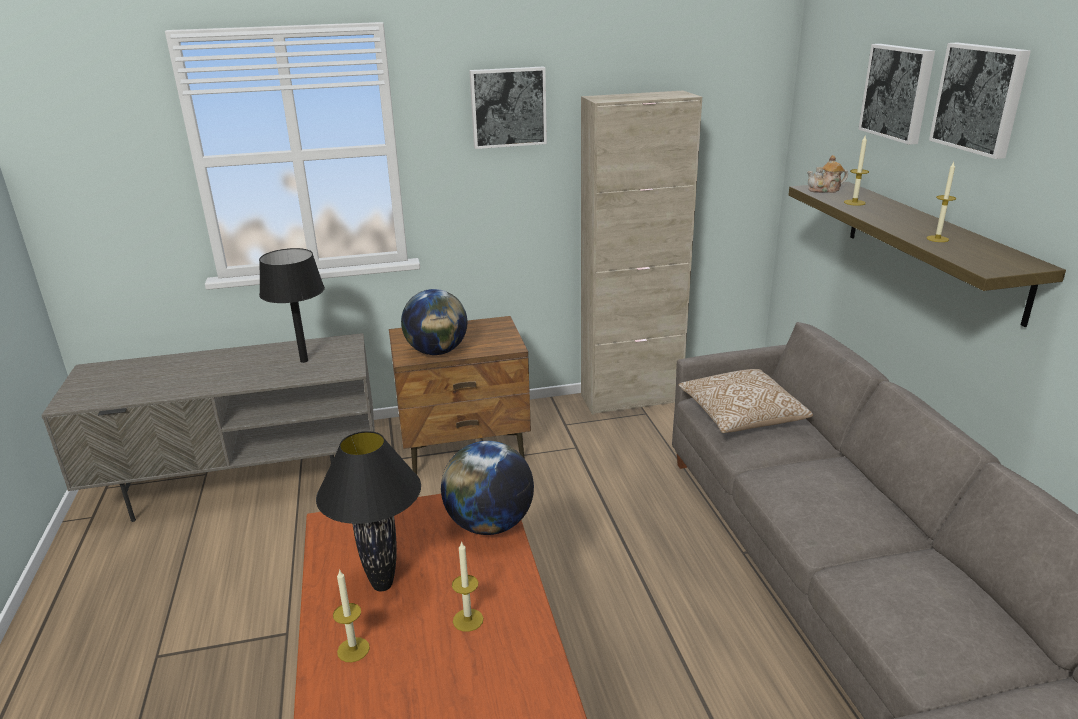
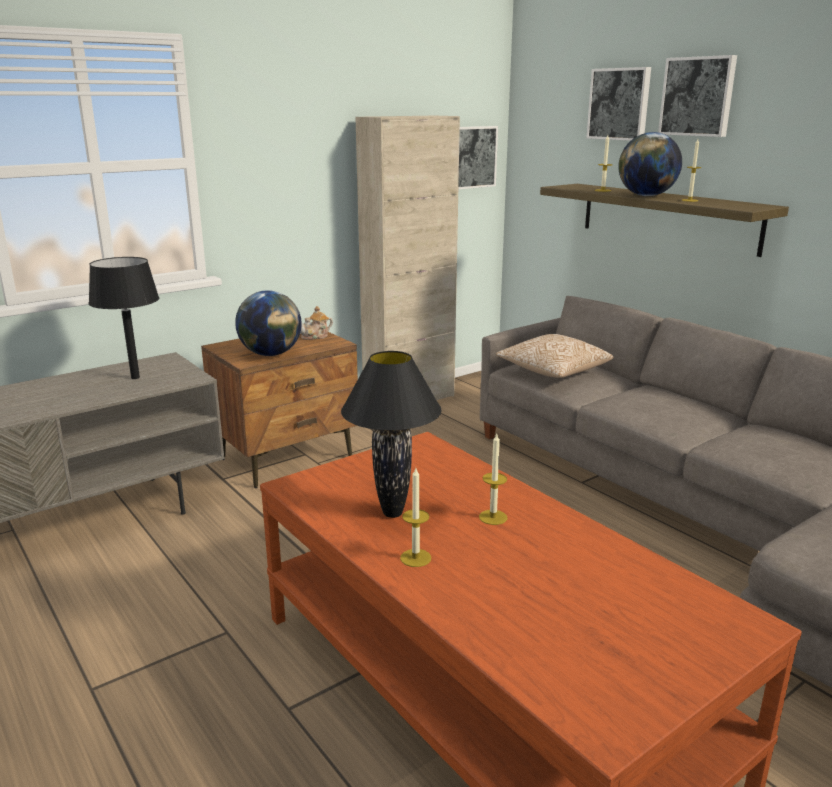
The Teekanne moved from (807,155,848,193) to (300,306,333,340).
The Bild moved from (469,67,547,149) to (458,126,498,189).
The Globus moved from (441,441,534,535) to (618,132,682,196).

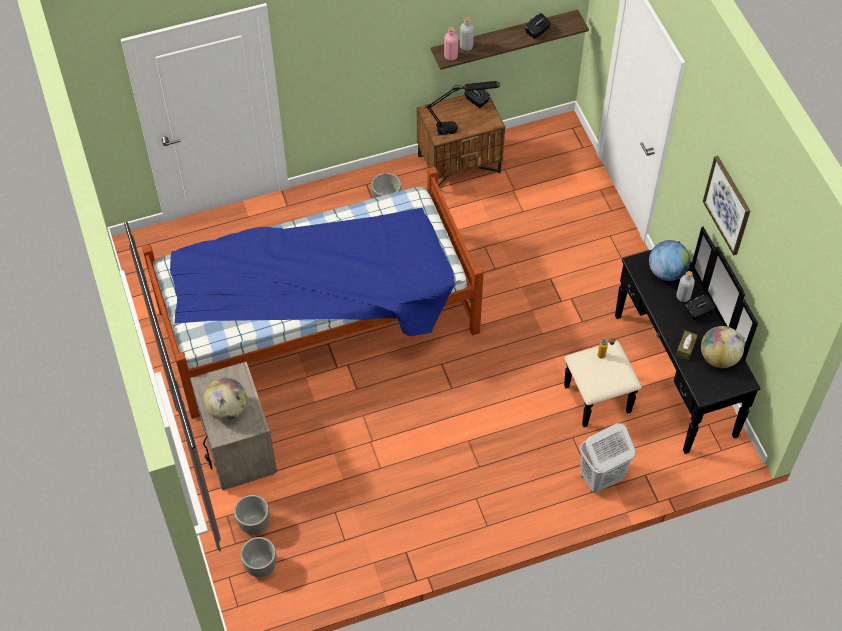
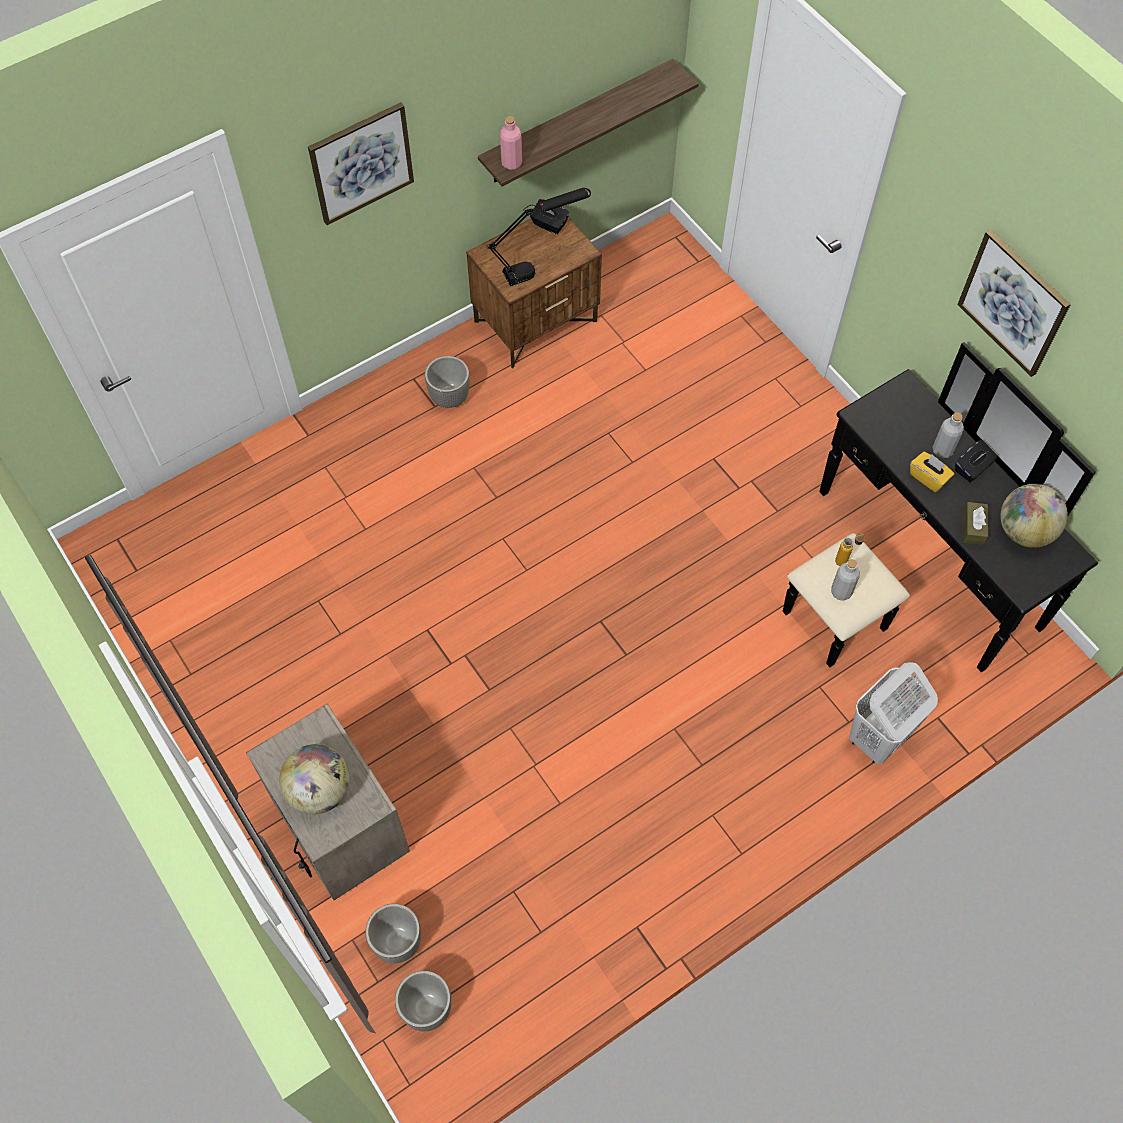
The Bild at (308,102,414,225) appeared.
The Flasche/grau moved from (460,17,474,51) to (831,559,860,601).
The Taschentuchbox/gelb at (910,452,954,492) appeared.
The Bett at (142,167,484,419) disappeared.
The Taschentuchbox/schwarz at (525,13,551,39) disappeared.
The Globus at (649,240,690,281) disappeared.

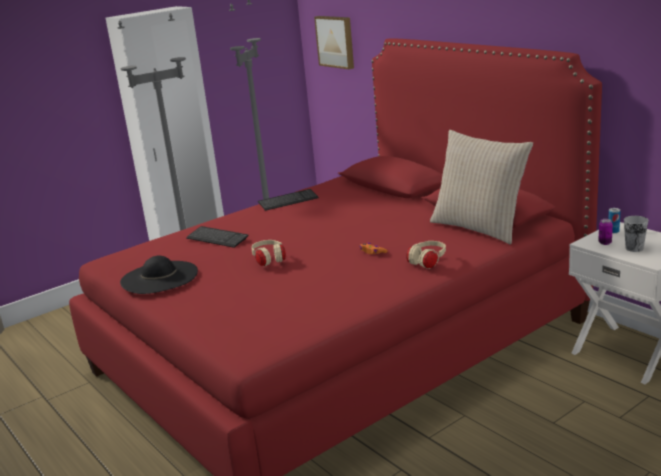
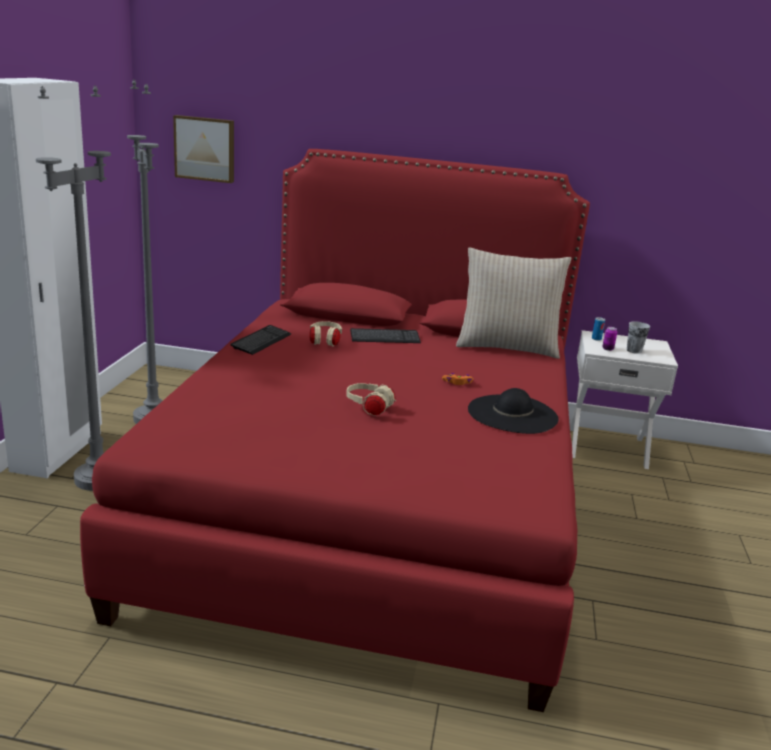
The Kopfhörer/beige moved from (406,241,446,269) to (309,321,342,346).
The Tastatur moved from (186,226,249,248) to (350,328,421,343).
The Hut/schwarz moved from (120,255,198,294) to (468,388,559,434).

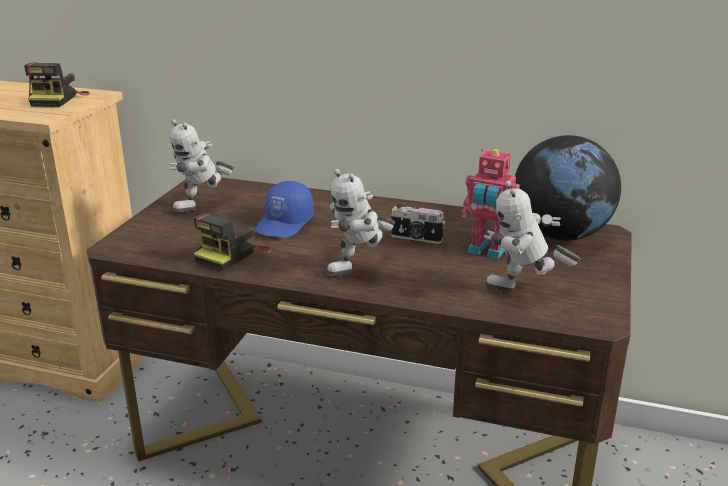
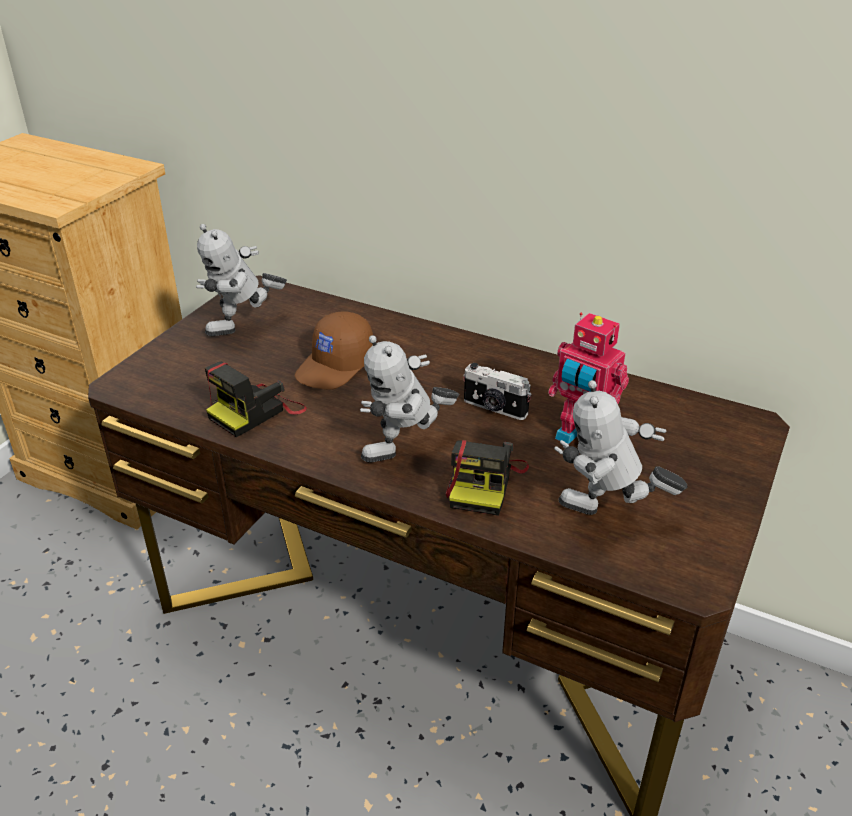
The Kappe/blau at (255,181,314,238) became the Kappe/braun at (295,311,373,390).
The Kamera moved from (24,62,90,107) to (445,440,529,516).
The Globus at (515,135,621,241) disappeared.

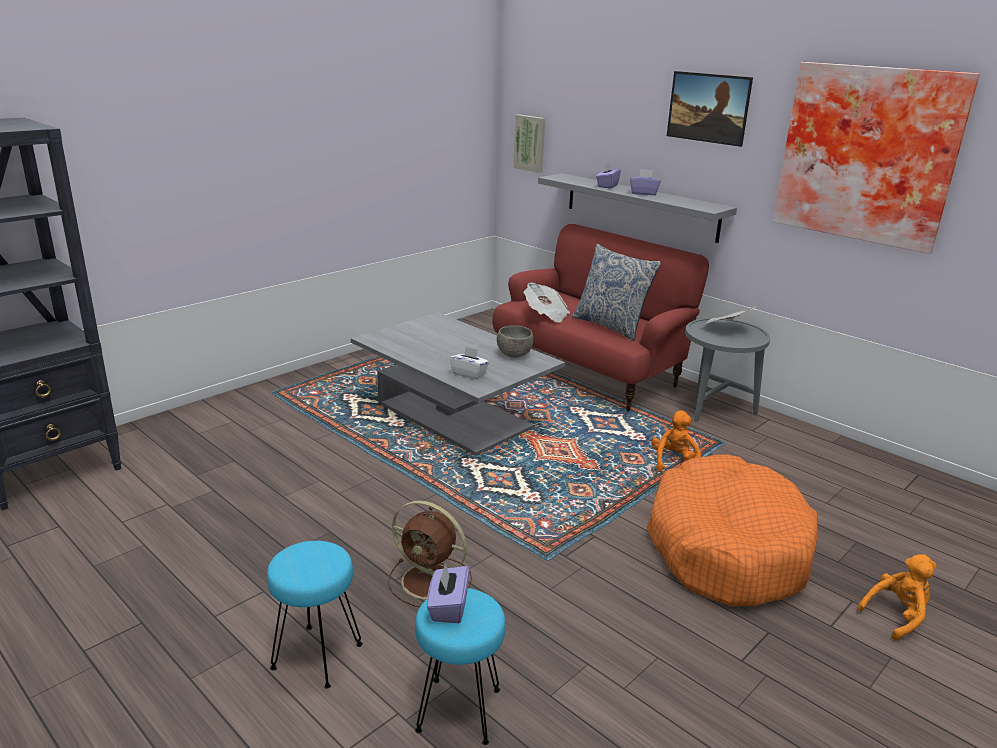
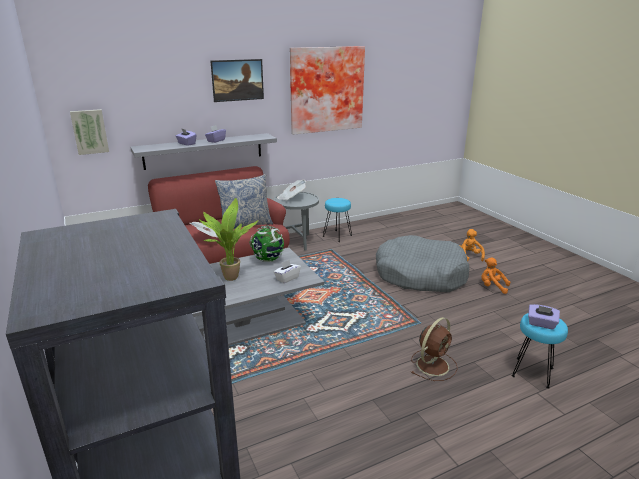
The Topfpflanze at (199,198,258,281) appeared.
The Schüssel/grau at (497,325,533,358) was replaced by the Globus at (250,225,284,262).
The Hocker/türkis moved from (267,541,363,689) to (323,198,352,242).
The Hundebett/orange at (647,455,818,607) became the Hundebett/grau at (376,235,469,292).
The Plüschtier/orange moved from (652,410,701,472) to (481,257,511,294).

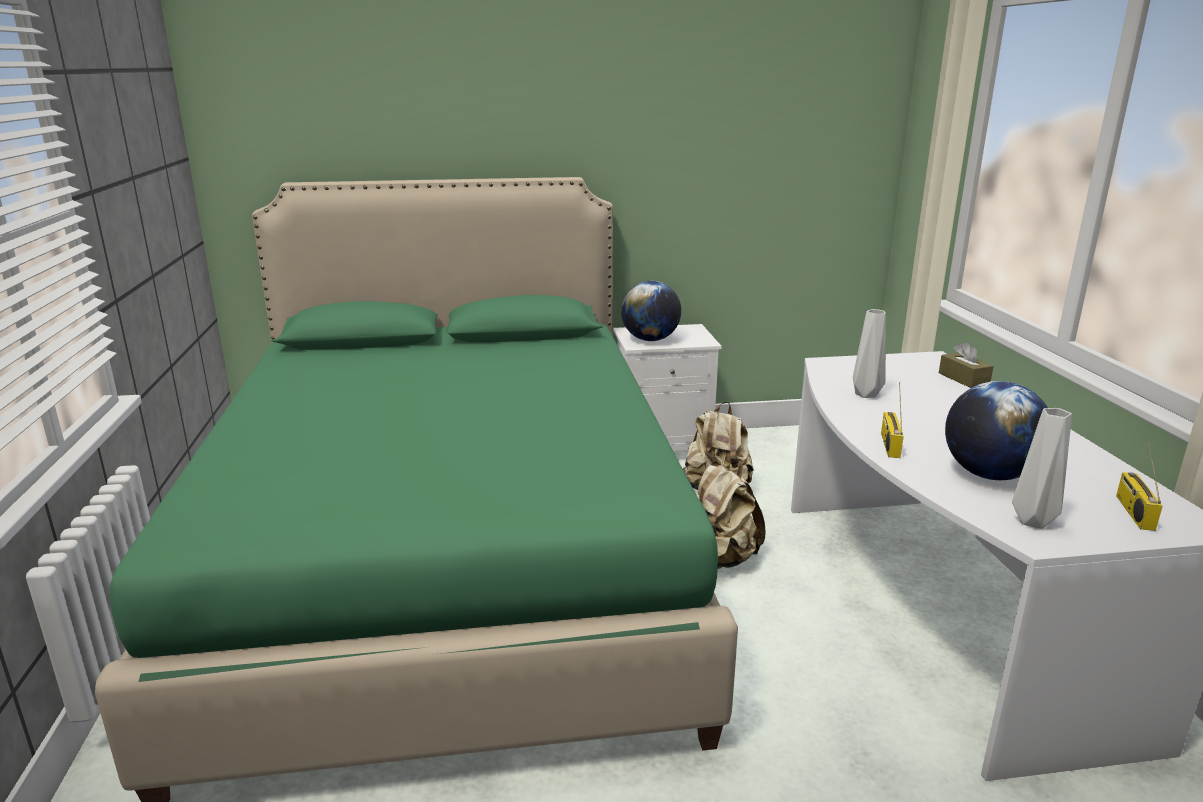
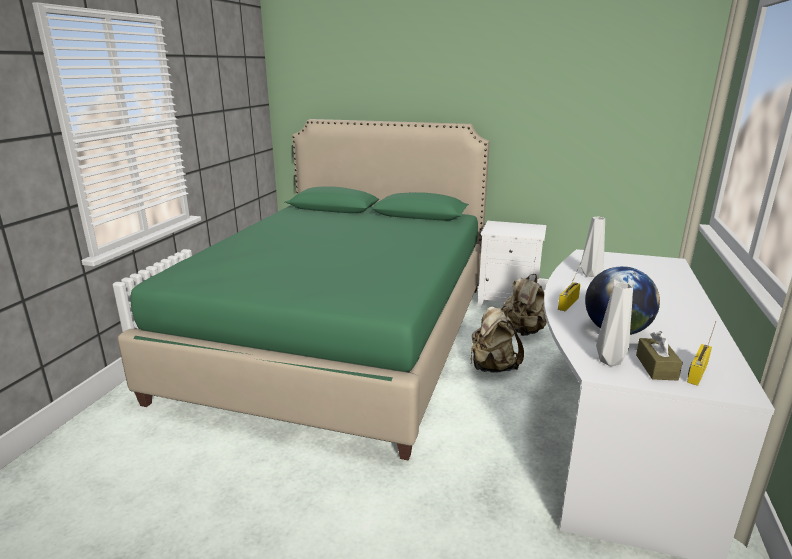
The Taschentuchbox/braun moved from (939,342,994,388) to (636,331,683,381).
The Globus at (621,281,681,341) disappeared.

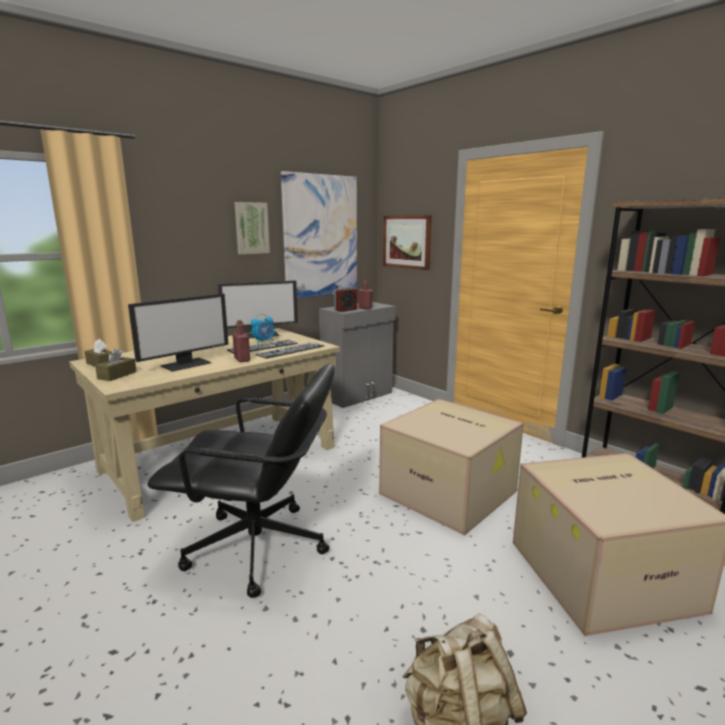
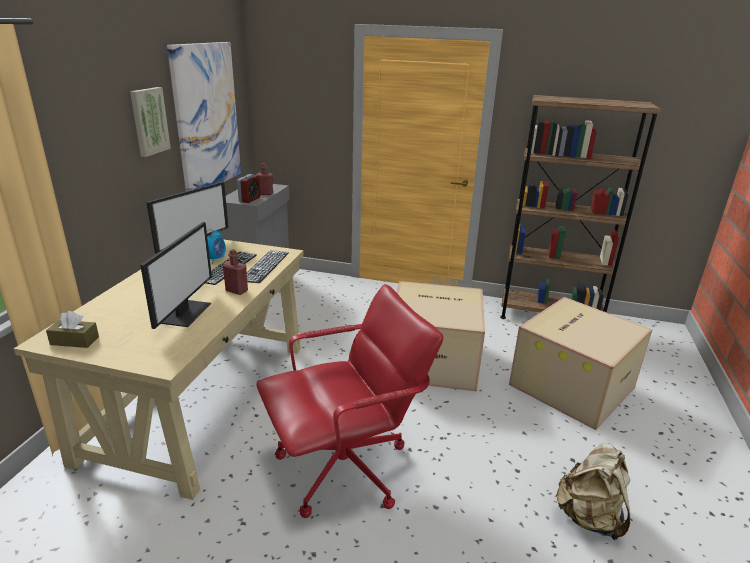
The Bürostuhl/schwarz at (147,364,334,598) became the Bürostuhl/rot at (256,284,443,518).
The Taschentuchbox/braun at (95,348,137,381) disappeared.
The Bild at (383,215,432,270) disappeared.

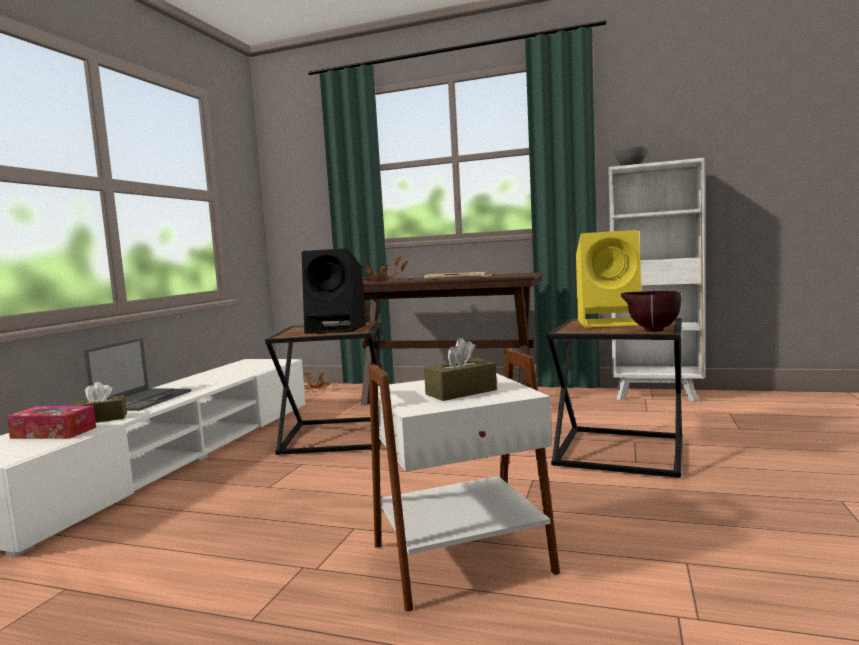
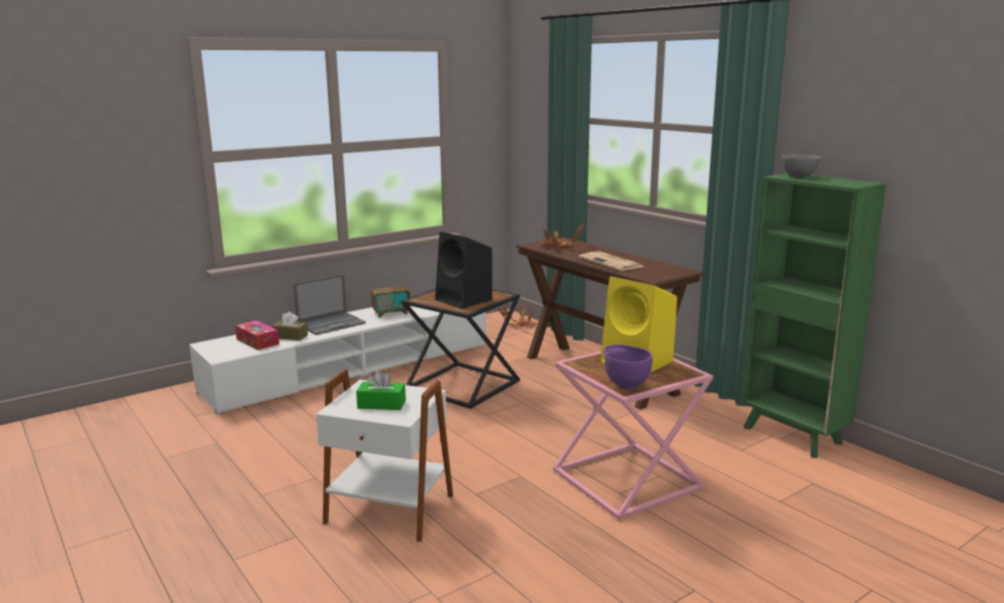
The Taschentuchbox/braun at (424,338,497,401) became the Taschentuchbox/grün at (356,370,406,410).
The Radio at (371,267,411,318) appeared.
The Beistelltisch/schwarz at (547,318,683,478) became the Beistelltisch/rosa at (553,351,713,520).
The Schüssel/braun at (621,291,681,332) became the Schüssel/lila at (604,344,653,390).
The Bücherregal/weiß at (608,158,705,402) became the Bücherregal/grün at (742,173,886,458).

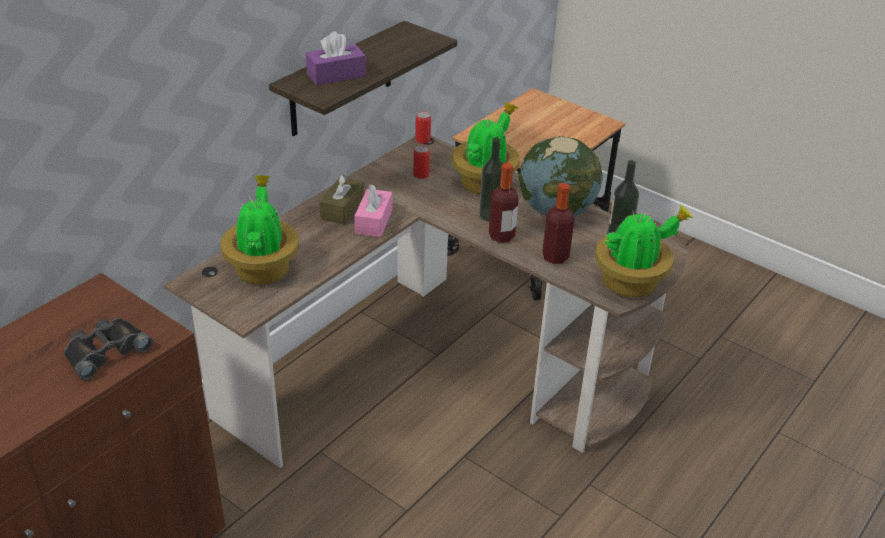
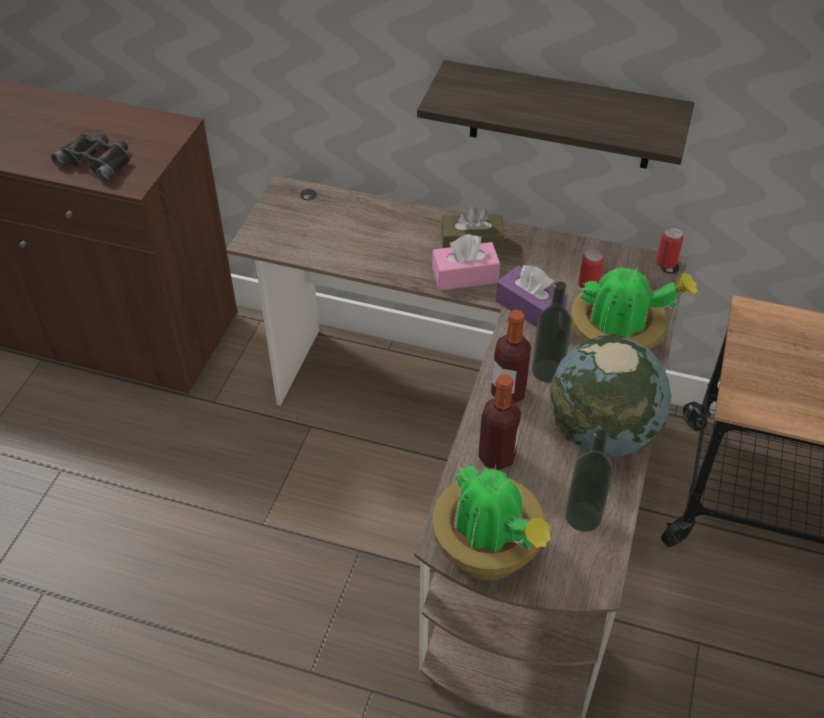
The Taschentuchbox/lila moved from (306,31,366,85) to (495,265,568,327).
The Topfpflanze at (220,175,299,285) disappeared.

